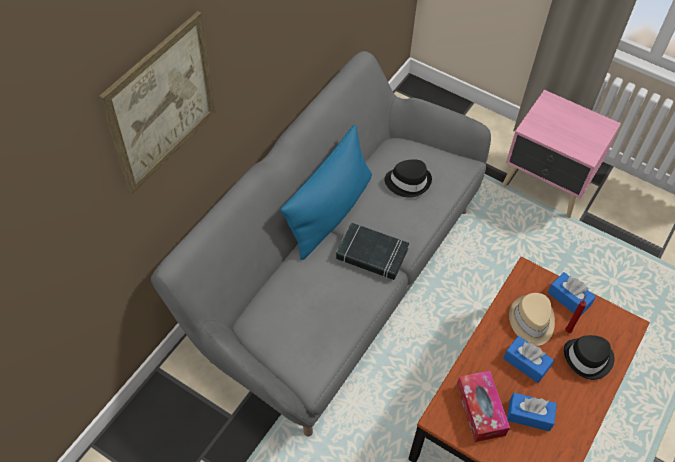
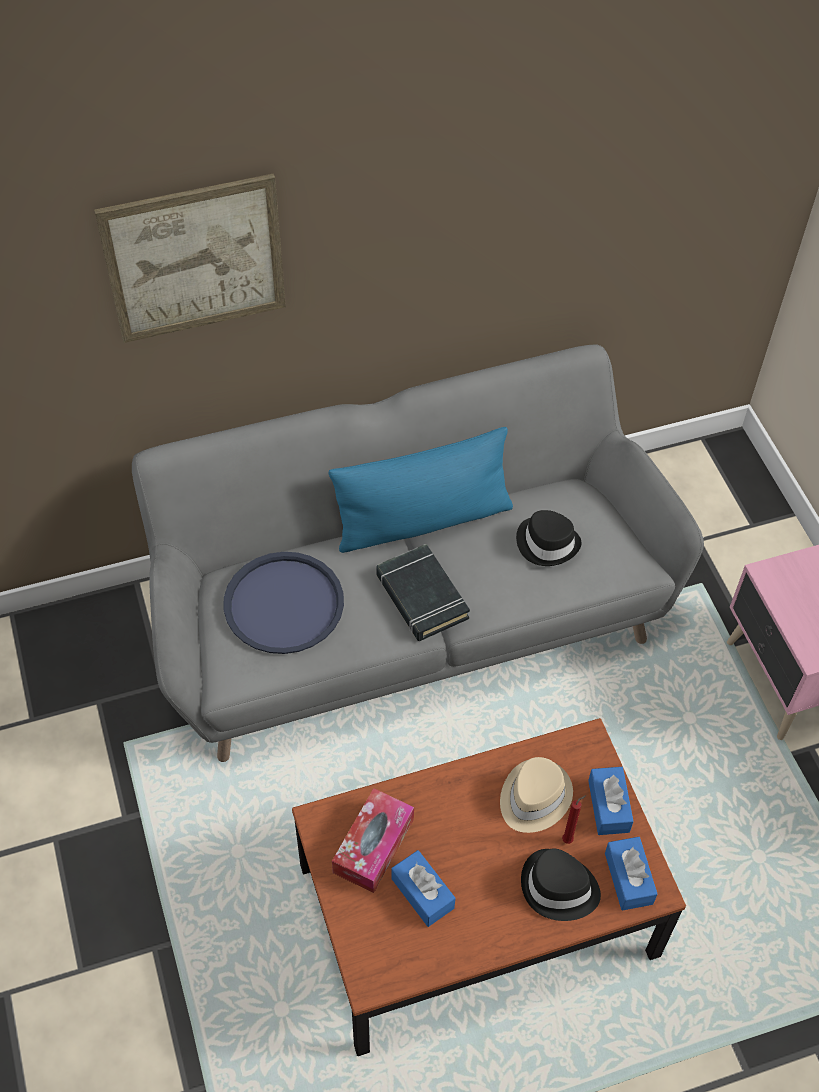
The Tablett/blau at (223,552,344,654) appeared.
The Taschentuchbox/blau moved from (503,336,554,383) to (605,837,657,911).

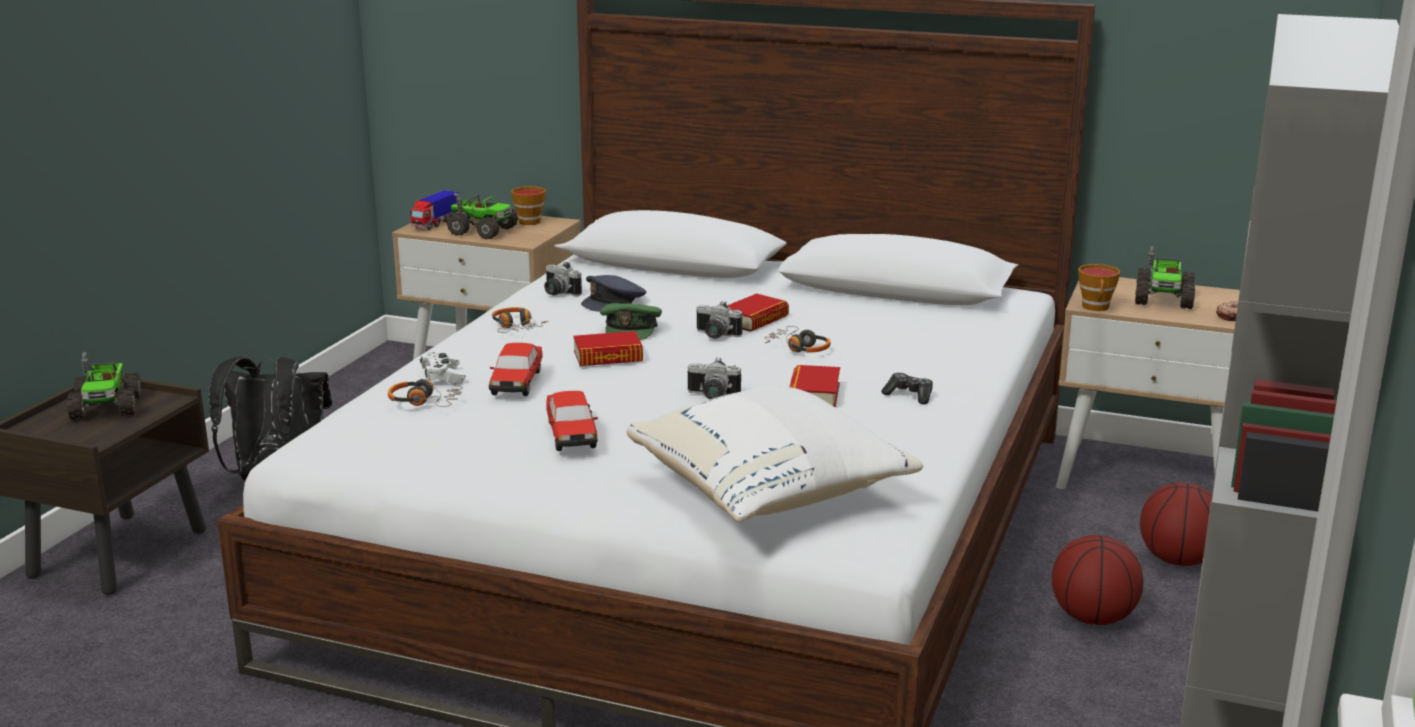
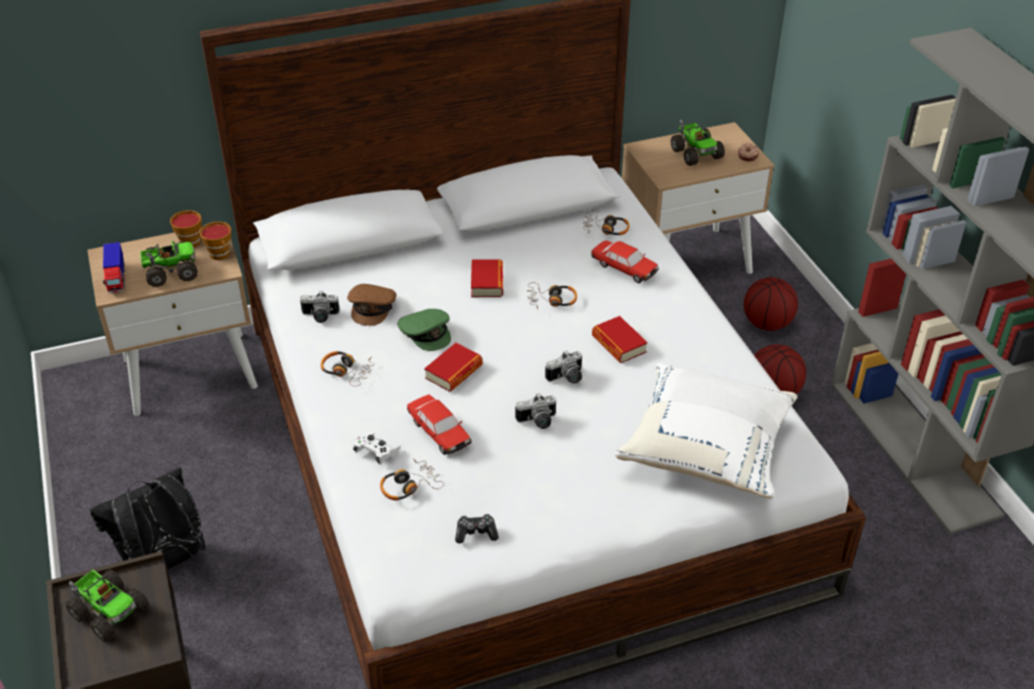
The Tasse moved from (1078,264,1120,311) to (200,222,231,260).
The Kappe/grau at (581,275,646,312) became the Kappe/braun at (347,284,396,326).
The Gamepad moved from (882,373,933,404) to (455,514,499,543).
The Kamera moved from (696,301,742,338) to (515,393,556,429).
The Kopfhörer at (583,210,630,235) appeared.
The Spielzeugauto moved from (546,391,598,451) to (591,240,659,283).

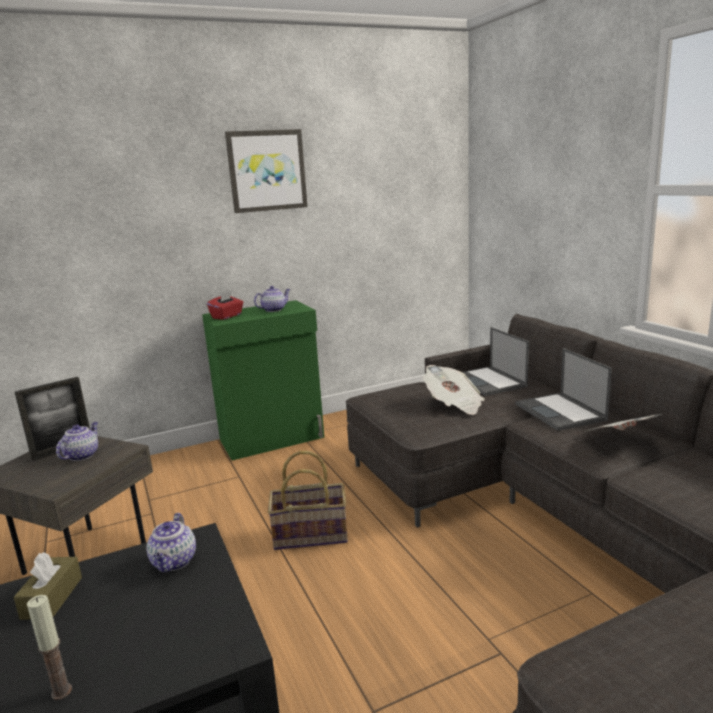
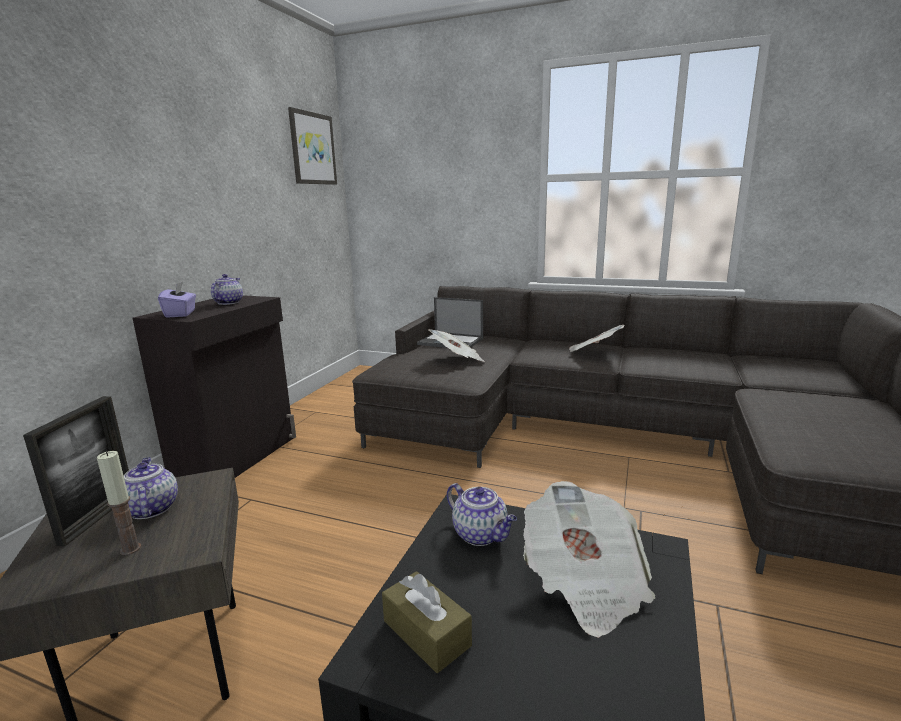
The Kerze moved from (27,595,72,700) to (97,451,141,555).
The Schrank/grün at (202,300,324,460) became the Schrank/schwarz at (133,295,296,478).
The Taschentuchbox/rot at (207,291,243,320) became the Taschentuchbox/lila at (158,281,196,318).
The Bild moved from (225,129,308,213) to (288,107,337,185).
The Zeitung at (523,481,655,638) appeared.
The Korb at (268,451,348,550) disappeared.
The Laptop at (515,348,612,431) disappeared.

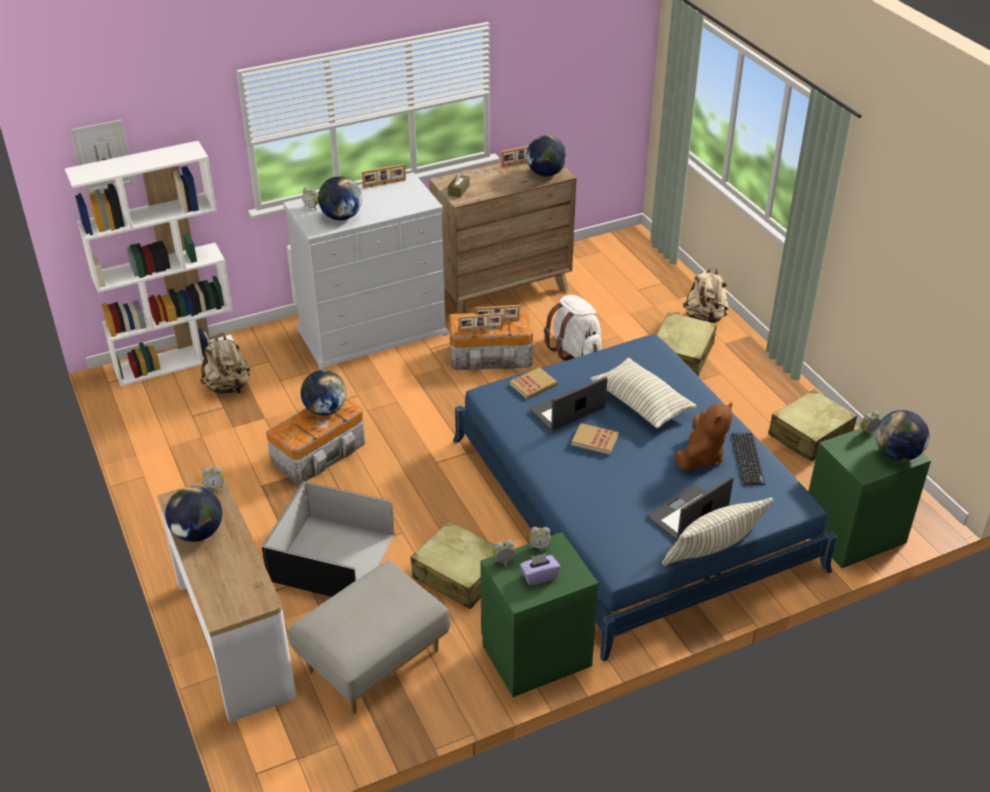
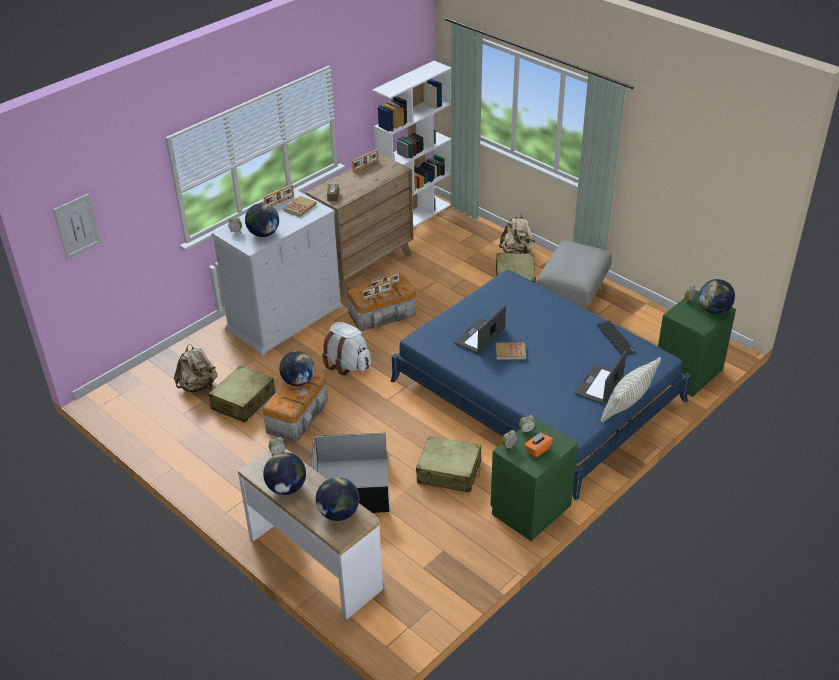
The Koffer/beige moved from (768,389,857,462) to (208,366,275,422).
The Buch moved from (510,367,558,399) to (283,196,317,217).
The Globus moved from (526,135,567,176) to (316,477,359,521).
The Rucksack/weiß moved from (544,295,602,361) to (322,322,371,376).
The Bücherregal/weiß moved from (65,141,234,386) to (372,61,451,228).
The Taschentuchbox/lila at (520,553,560,586) became the Taschentuchbox/orange at (525,433,553,458).
The Polsterhocker/grau moved from (289,561,451,714) to (537,241,612,309).
The Kissen at (590,358,697,428) disappeared.
The Plüschtier/braun at (675,402,733,470) disappeared.

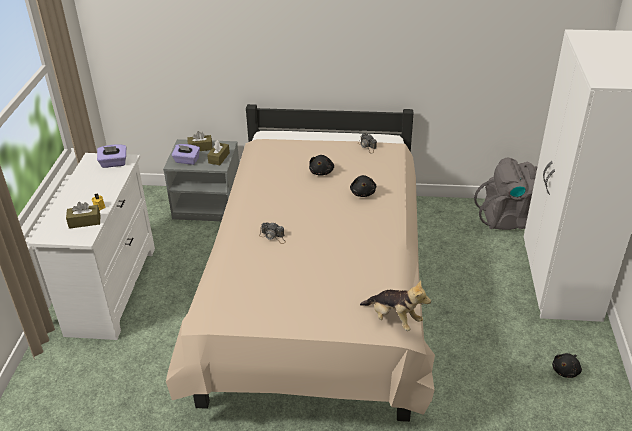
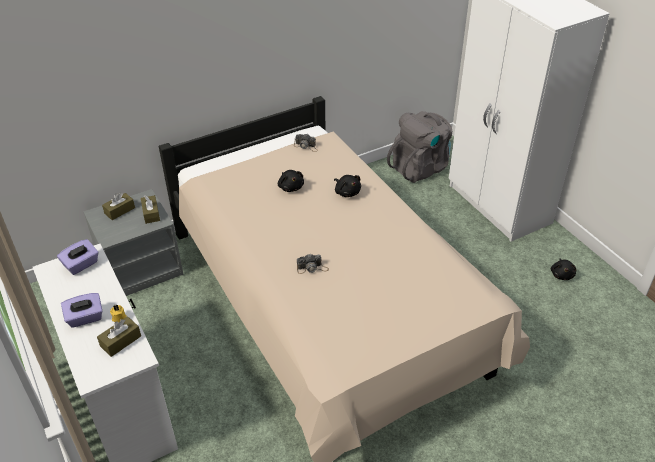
The Taschentuchbox/lila moved from (172,144,200,165) to (61,293,102,328).
The Plüschtier at (360,280,431,331) disappeared.

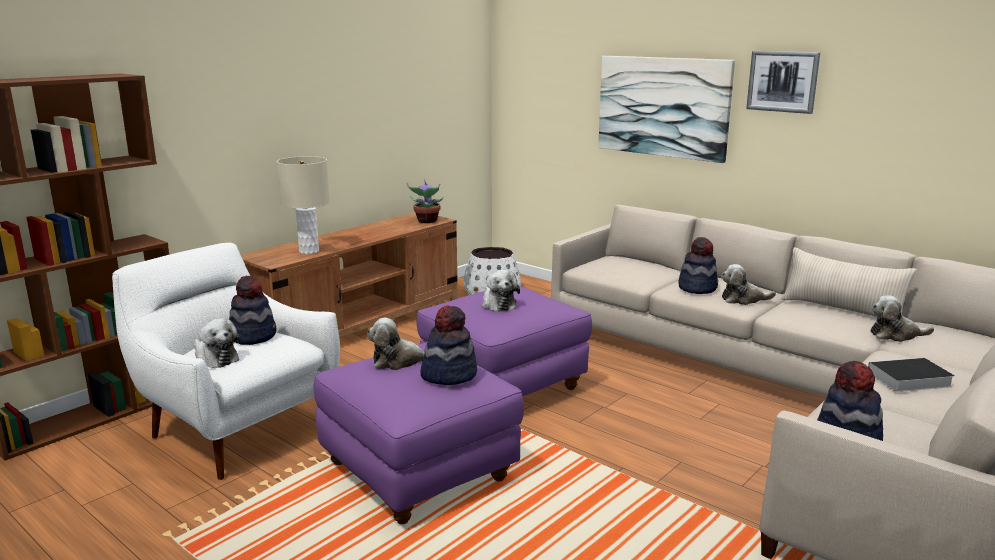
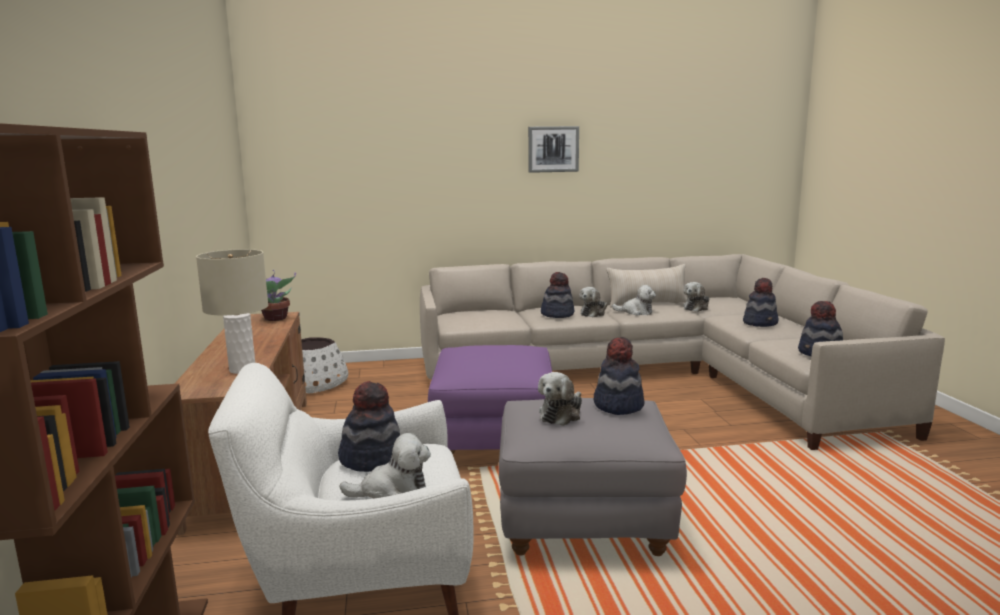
The Polsterhocker/lila at (313,342,524,524) became the Polsterhocker/grau at (499,398,687,556).
The Plüschtier moved from (482,270,520,312) to (612,285,656,316).
The Buch at (868,358,955,392) was replaced by the Hut at (743,278,779,327).
The Bild at (598,56,735,163) disappeared.

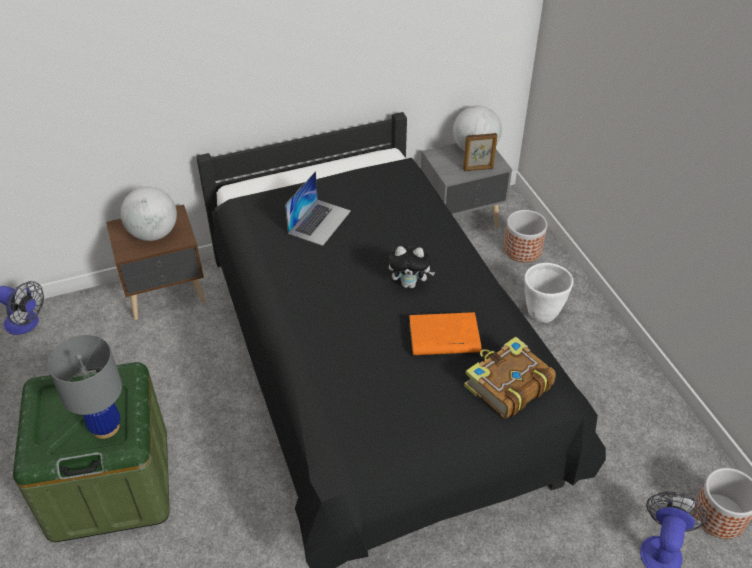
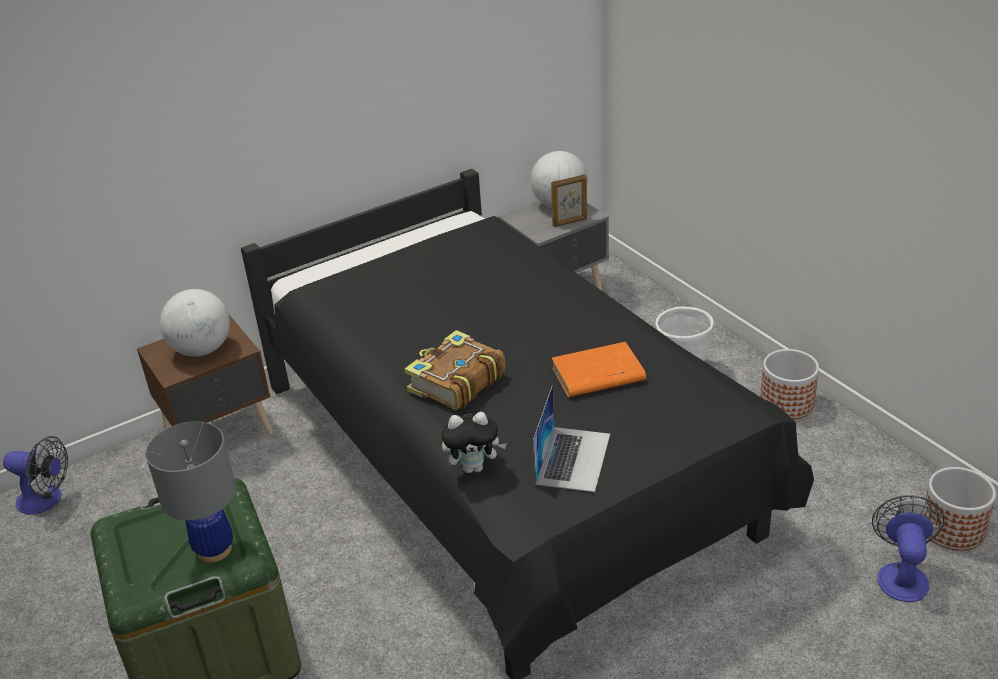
The Buch moved from (464,337,556,419) to (405,330,505,411).
The Plüschtier moved from (389,246,435,288) to (441,412,507,473).
The Laptop moved from (285,171,351,246) to (533,385,610,492).
The Pflanzkübel moved from (503,210,547,262) to (760,349,819,420).

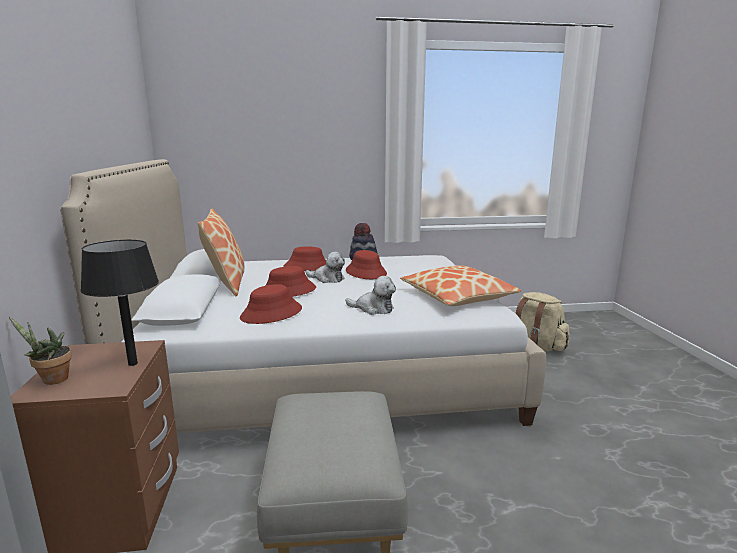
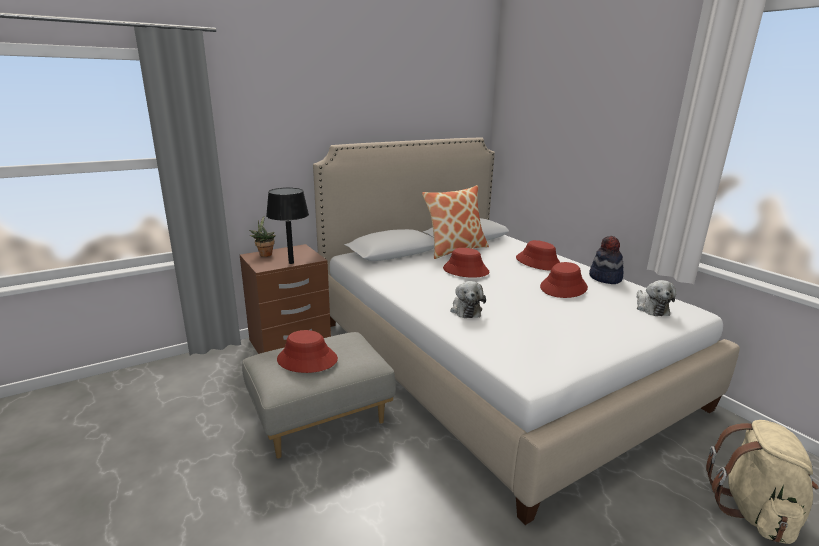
The Hut/rot moved from (240,284,302,324) to (277,330,338,373).
The Plüschtier moved from (306,252,345,283) to (637,280,676,316).
The Kissen at (400,266,521,306) disappeared.

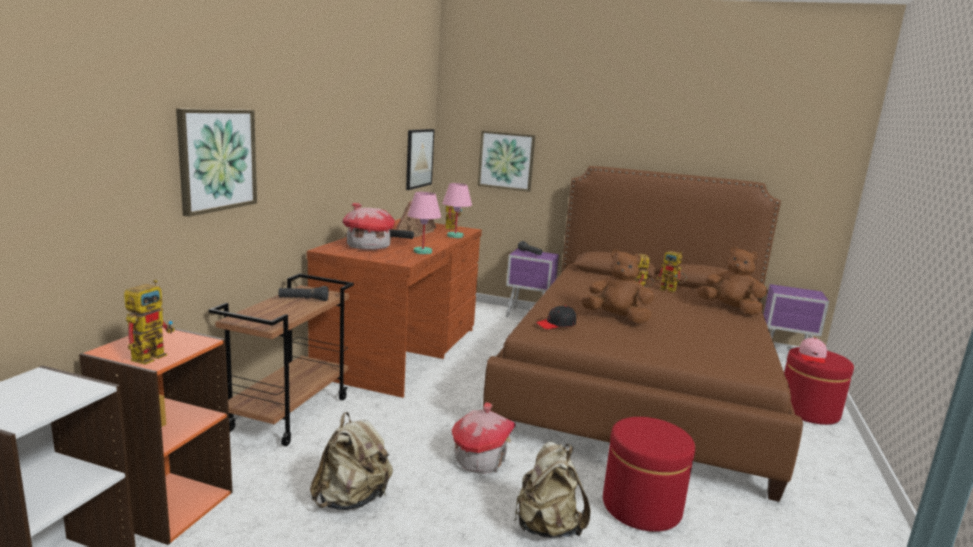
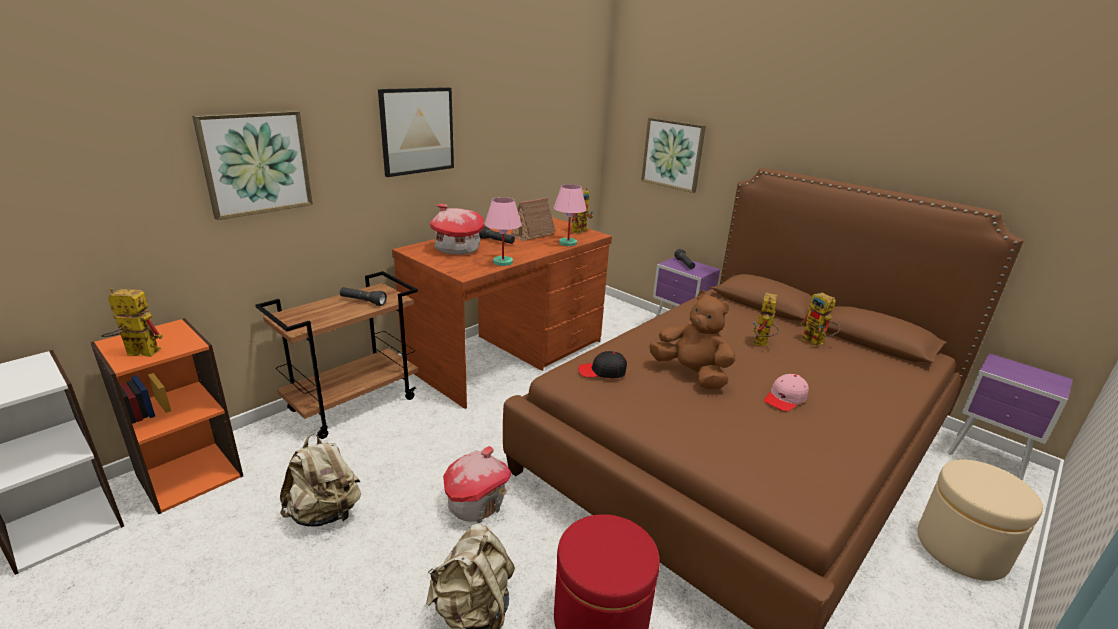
The Spielzeugroboter at (124,280,175,365) turned 135 degrees counterclockwise.
The Bild moved from (406,129,435,190) to (378,87,454,177).
The Kappe/rosa moved from (799,338,827,364) to (764,374,809,412).
The Polsterhocker/rot at (784,347,854,425) became the Polsterhocker/beige at (918,459,1043,581).
The Plüschtier/braun at (697,247,767,314) disappeared.

